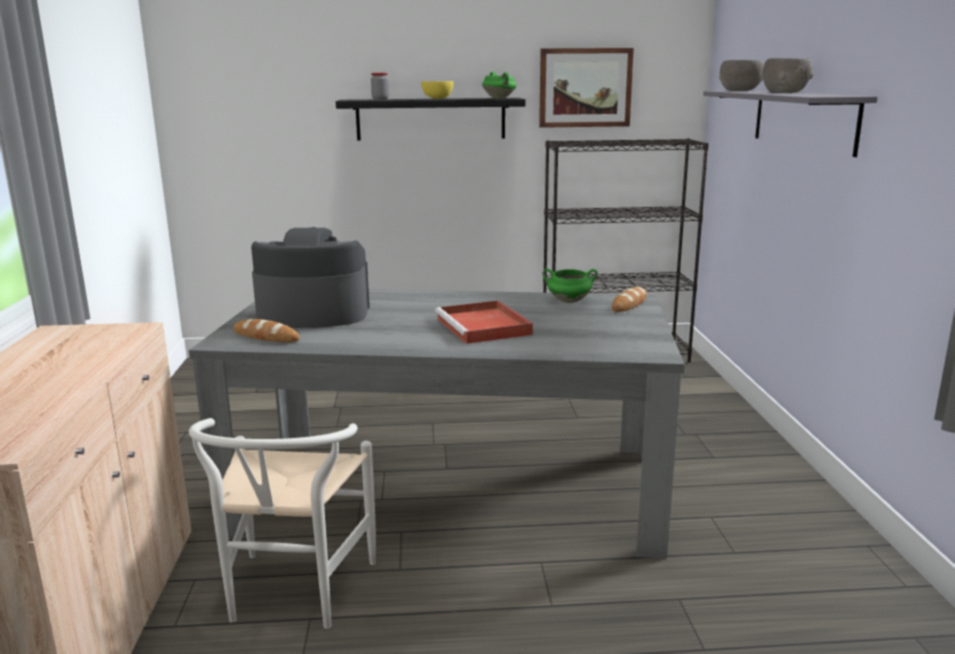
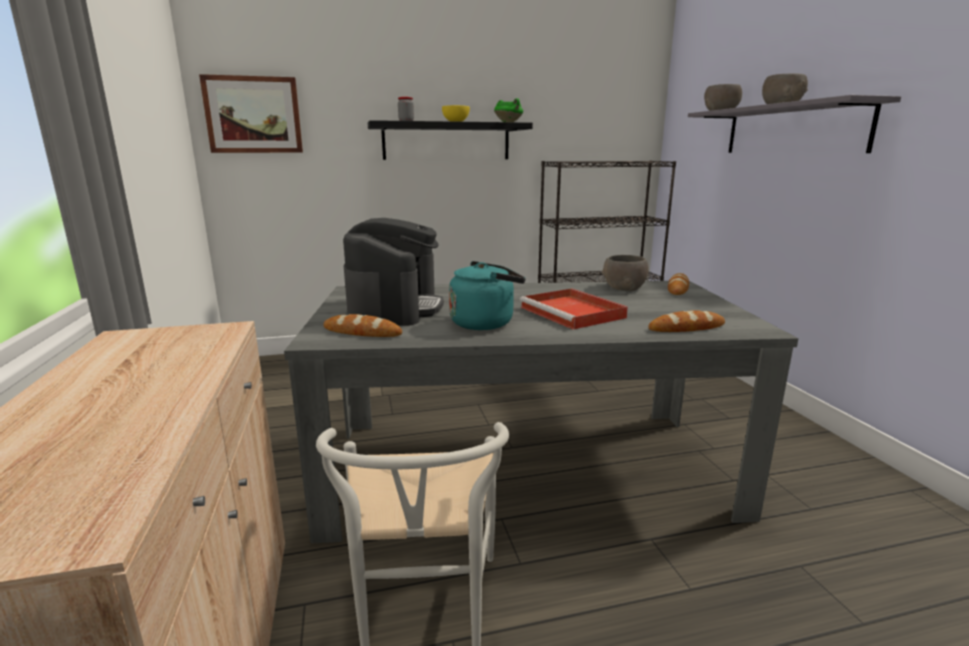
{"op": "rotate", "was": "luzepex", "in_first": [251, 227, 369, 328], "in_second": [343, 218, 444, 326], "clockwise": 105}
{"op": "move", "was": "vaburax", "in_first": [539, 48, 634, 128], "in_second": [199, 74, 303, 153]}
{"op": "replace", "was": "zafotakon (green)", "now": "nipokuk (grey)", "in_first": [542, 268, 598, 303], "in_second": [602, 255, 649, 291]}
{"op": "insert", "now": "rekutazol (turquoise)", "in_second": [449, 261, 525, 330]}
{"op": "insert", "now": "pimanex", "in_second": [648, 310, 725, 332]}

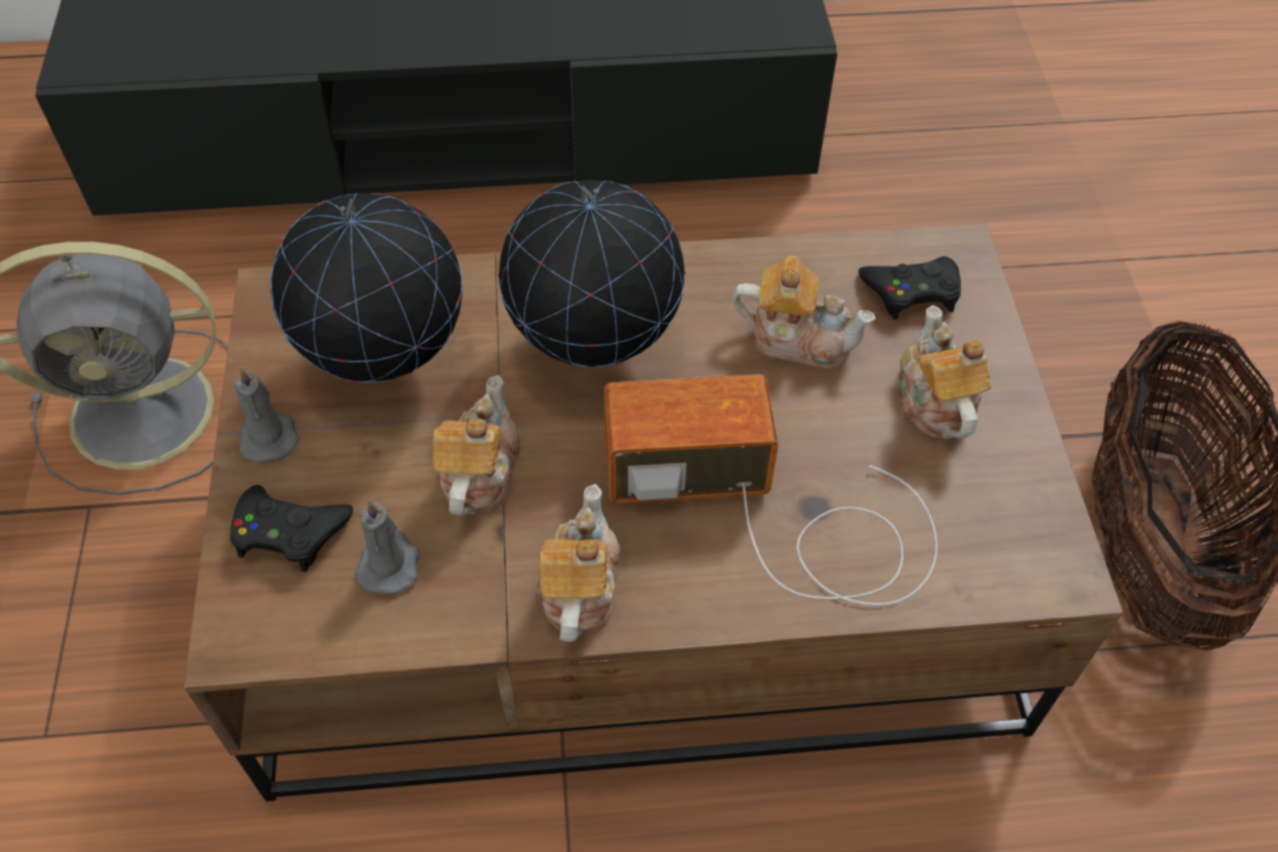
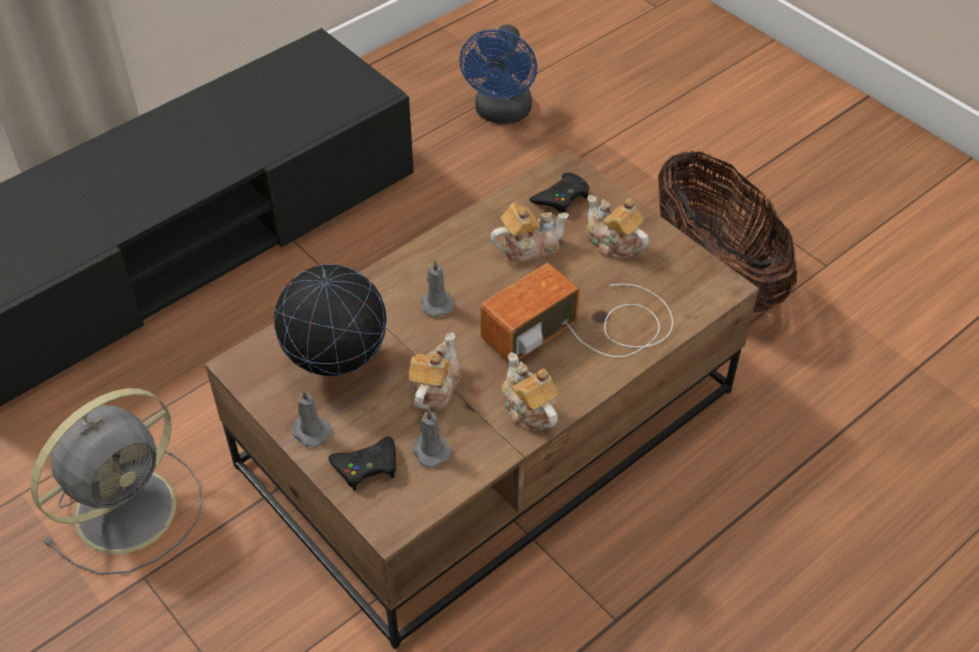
{"op": "rotate", "was": "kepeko", "in_first": [433, 375, 521, 516], "in_second": [409, 332, 461, 411], "clockwise": 45}
{"op": "replace", "was": "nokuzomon", "now": "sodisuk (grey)", "in_first": [498, 180, 686, 368], "in_second": [421, 260, 455, 317]}
{"op": "insert", "now": "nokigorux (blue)", "in_second": [459, 24, 537, 124]}

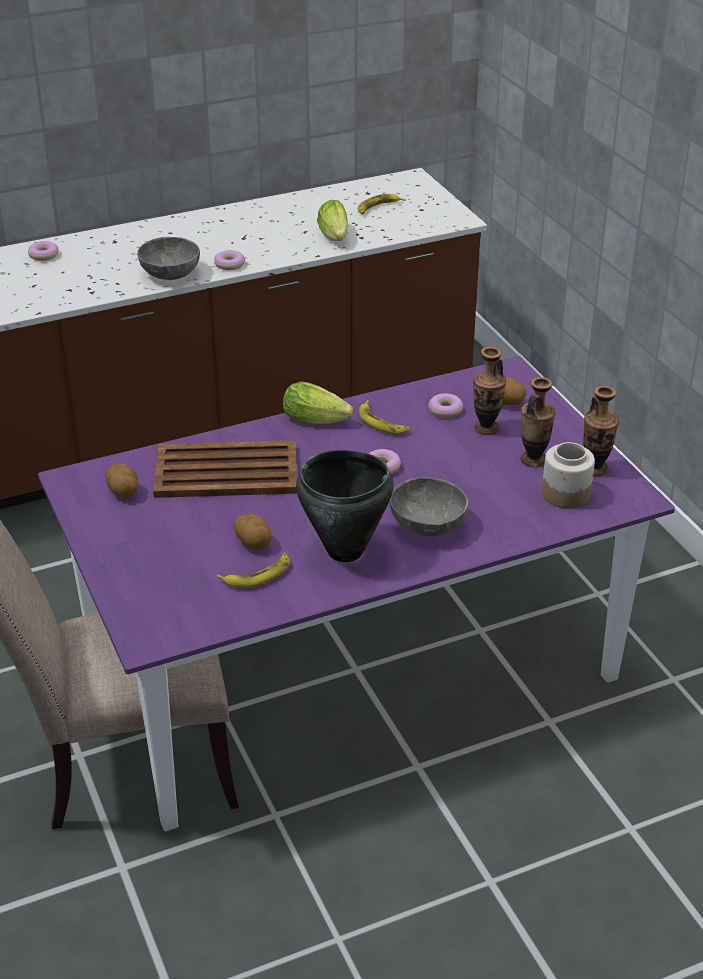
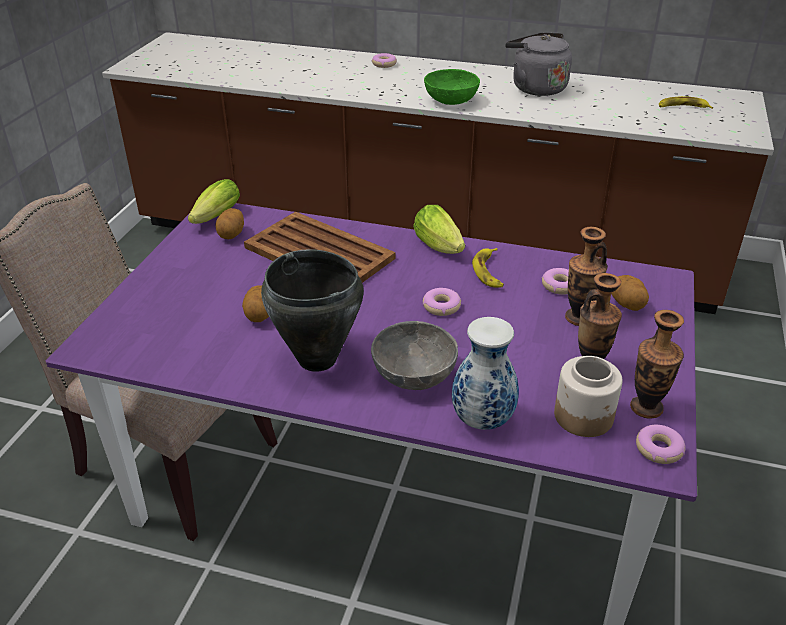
{"op": "recolor", "was": "nipokuk (grey)", "now": "nipokuk (green)", "in_first": [137, 237, 200, 280], "in_second": [424, 69, 480, 105]}
{"op": "move", "was": "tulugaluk", "in_first": [214, 250, 245, 270], "in_second": [636, 425, 685, 464]}
{"op": "delete", "was": "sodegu", "in_first": [217, 553, 290, 588]}
{"op": "move", "was": "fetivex", "in_first": [317, 200, 348, 241], "in_second": [188, 179, 240, 224]}
{"op": "insert", "now": "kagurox", "in_second": [452, 317, 519, 430]}
{"op": "insert", "now": "rekutazol (grey)", "in_second": [505, 32, 572, 96]}

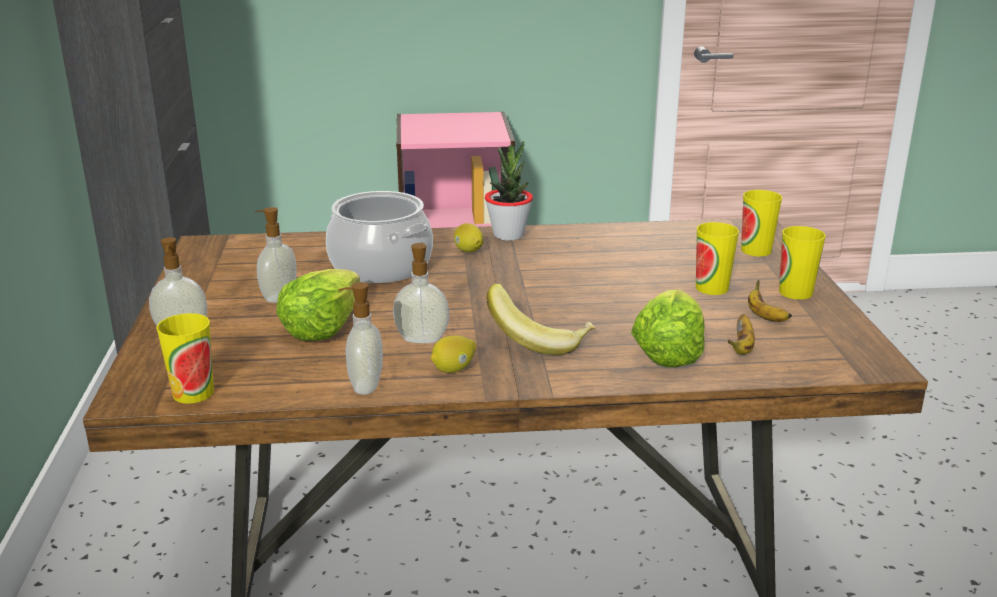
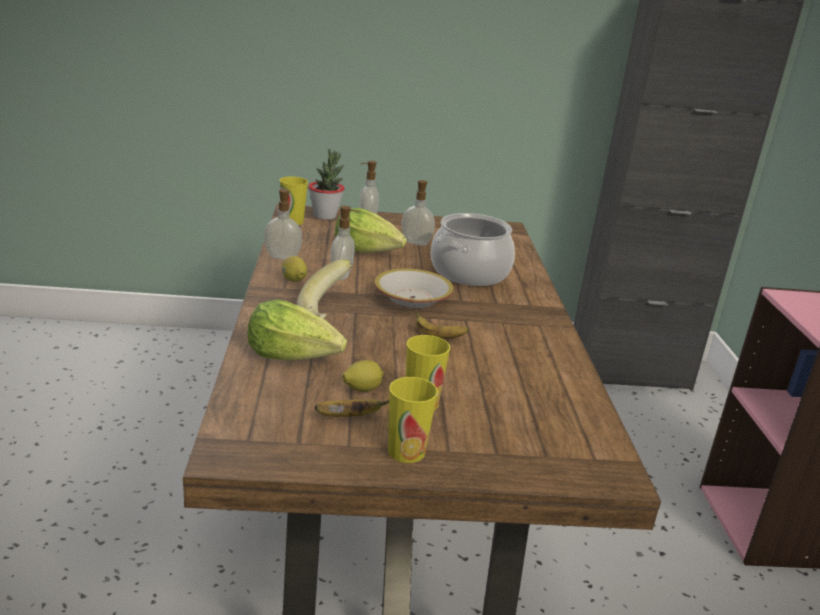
{"op": "move", "was": "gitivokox", "in_first": [454, 223, 483, 252], "in_second": [342, 360, 384, 392]}
{"op": "move", "was": "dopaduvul", "in_first": [485, 141, 533, 241], "in_second": [308, 149, 344, 220]}
{"op": "move", "was": "sodegu", "in_first": [728, 314, 755, 355], "in_second": [415, 308, 469, 338]}
{"op": "delete", "was": "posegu", "in_first": [741, 190, 782, 256]}
{"op": "insert", "now": "nipokuk", "in_second": [374, 268, 454, 309]}

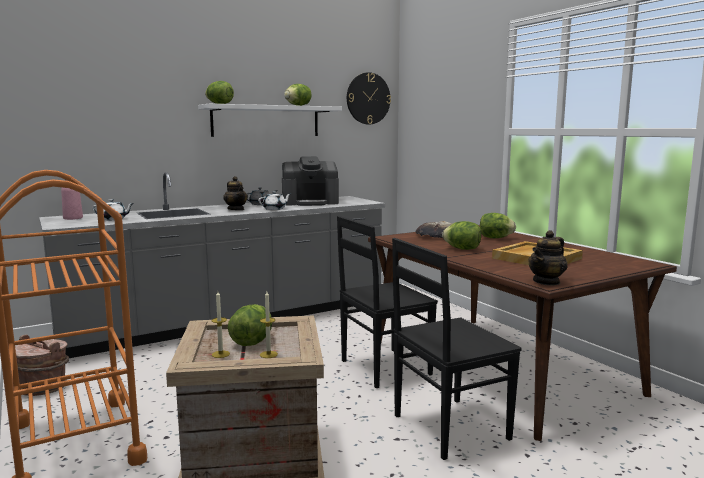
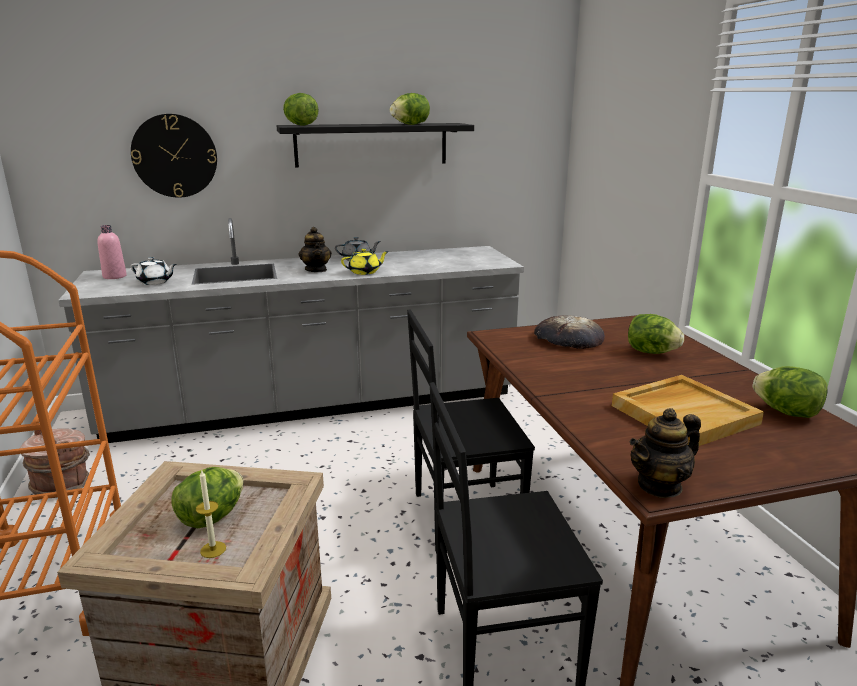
{"op": "recolor", "was": "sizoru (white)", "now": "sizoru (black)", "in_first": [198, 104, 342, 137], "in_second": [276, 123, 474, 168]}
{"op": "delete", "was": "sodisuk", "in_first": [211, 291, 230, 358]}
{"op": "recolor", "was": "kepeko (white)", "now": "kepeko (yellow)", "in_first": [258, 191, 290, 210], "in_second": [341, 248, 389, 275]}
{"op": "delete", "was": "luzepex", "in_first": [282, 156, 339, 206]}
{"op": "move", "was": "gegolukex", "in_first": [347, 72, 391, 124], "in_second": [131, 114, 217, 198]}
{"op": "move", "was": "fetivex", "in_first": [442, 221, 481, 250], "in_second": [752, 366, 827, 418]}

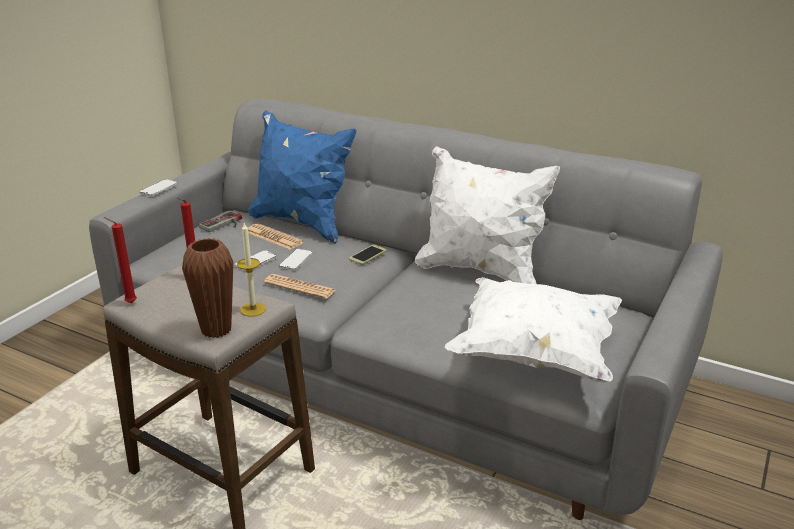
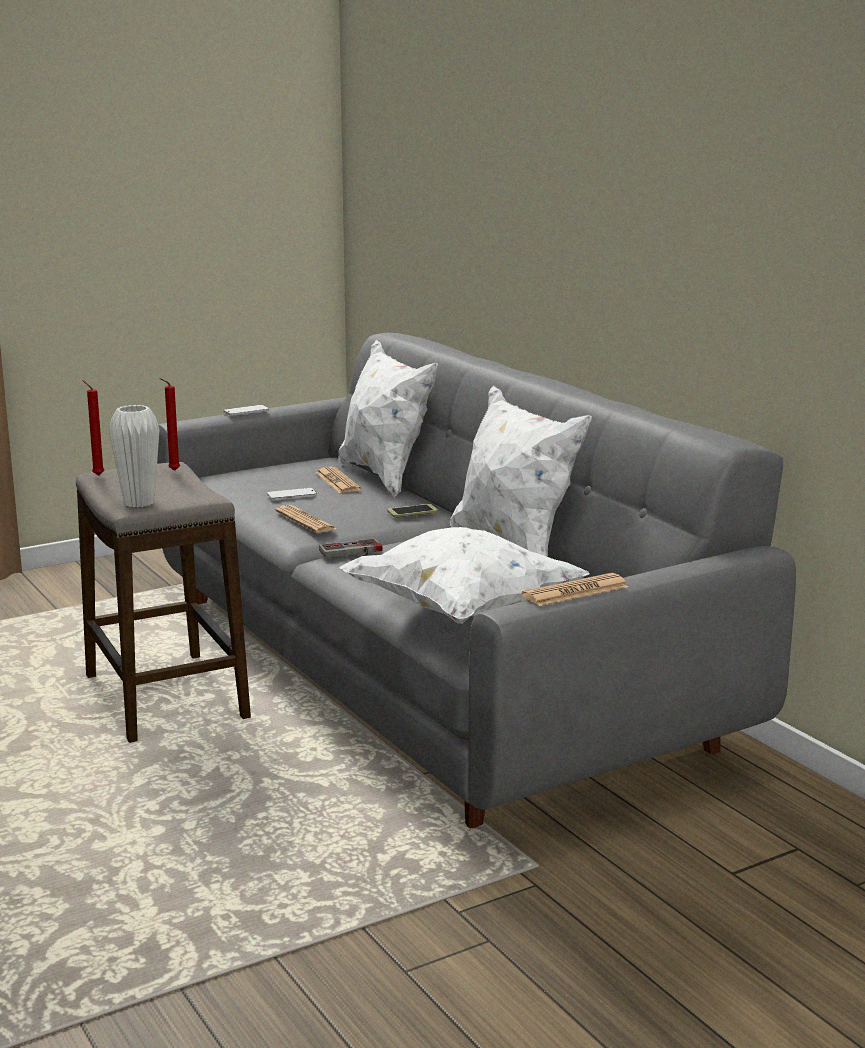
{"op": "recolor", "was": "kagurox (brown)", "now": "kagurox (white)", "in_first": [182, 238, 233, 338], "in_second": [109, 405, 159, 508]}
{"op": "move", "was": "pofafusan", "in_first": [199, 211, 242, 232], "in_second": [319, 538, 382, 558]}
{"op": "delete", "was": "sodisuk", "in_first": [237, 223, 266, 317]}
{"op": "recolor", "was": "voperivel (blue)", "now": "voperivel (white)", "in_first": [248, 110, 357, 244], "in_second": [338, 339, 438, 498]}
{"op": "delete", "was": "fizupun", "in_first": [279, 249, 313, 270]}
{"op": "insert", "now": "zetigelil", "in_second": [522, 573, 628, 606]}

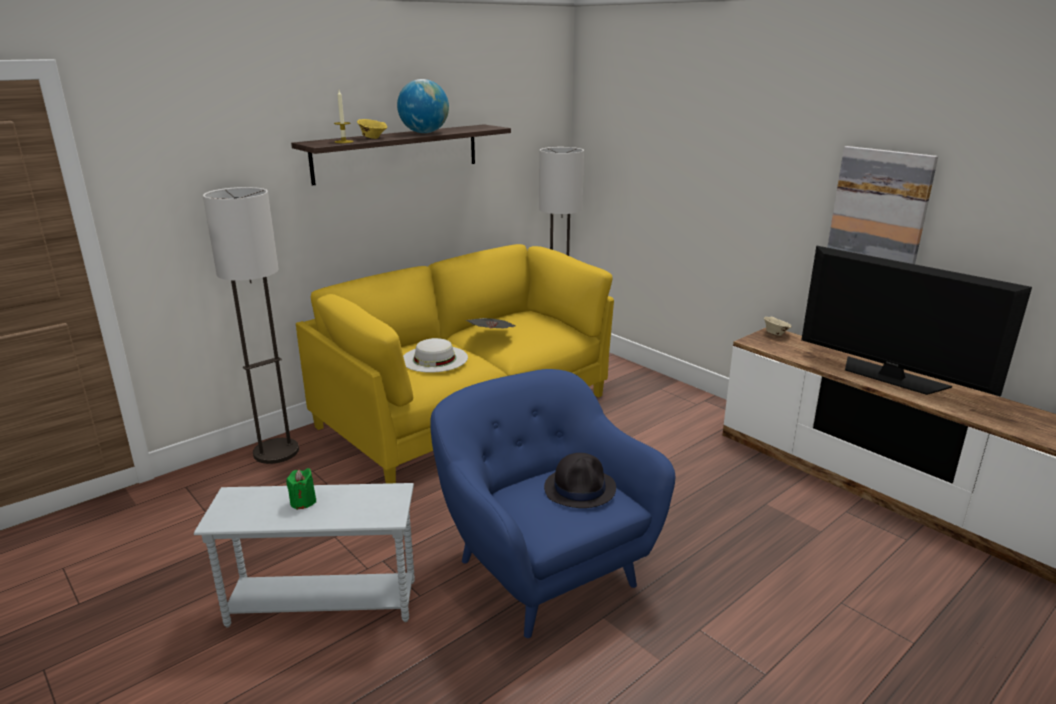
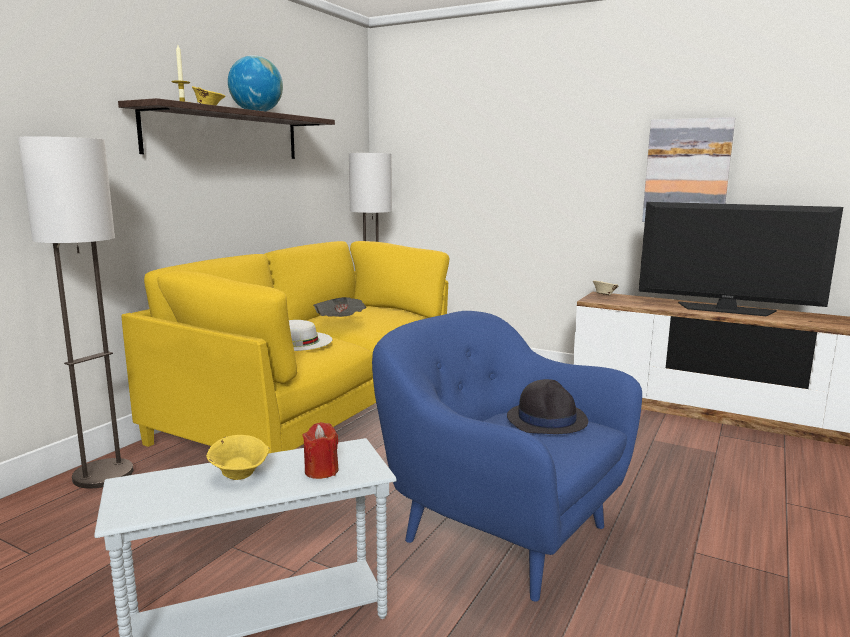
{"op": "replace", "was": "sodisuk (green)", "now": "nipokuk (yellow)", "in_first": [287, 468, 316, 510], "in_second": [206, 435, 270, 480]}
{"op": "insert", "now": "sodisuk (red)", "in_second": [302, 422, 339, 479]}

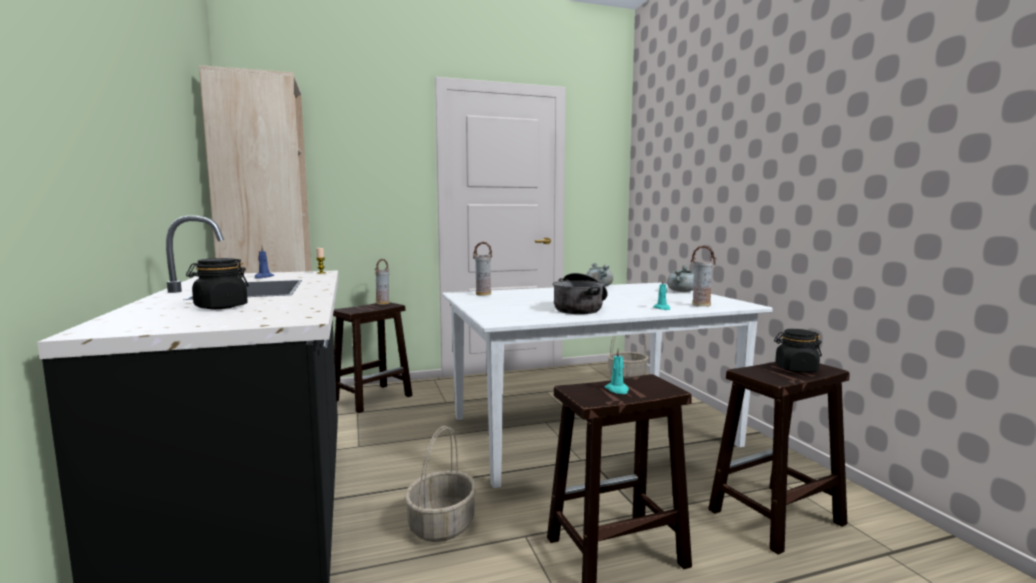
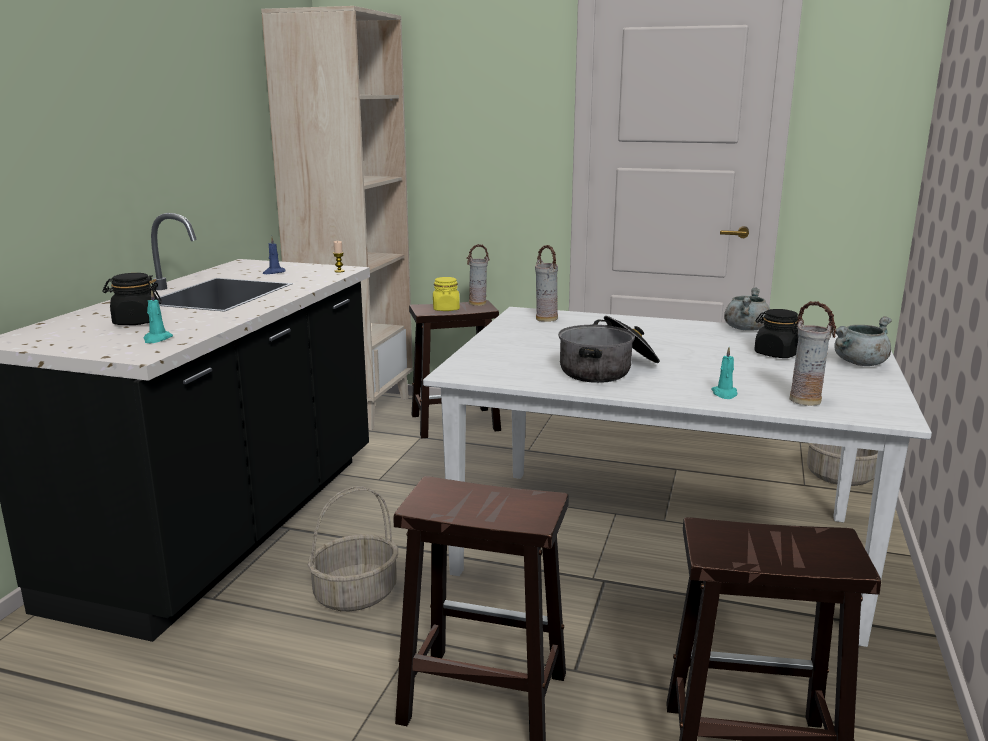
{"op": "move", "was": "sodisuk (turquoise)", "in_first": [605, 348, 629, 394], "in_second": [143, 290, 173, 343]}
{"op": "move", "was": "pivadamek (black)", "in_first": [774, 329, 822, 372], "in_second": [754, 309, 804, 358]}
{"op": "insert", "now": "pivadamek (yellow)", "in_second": [433, 277, 460, 311]}

